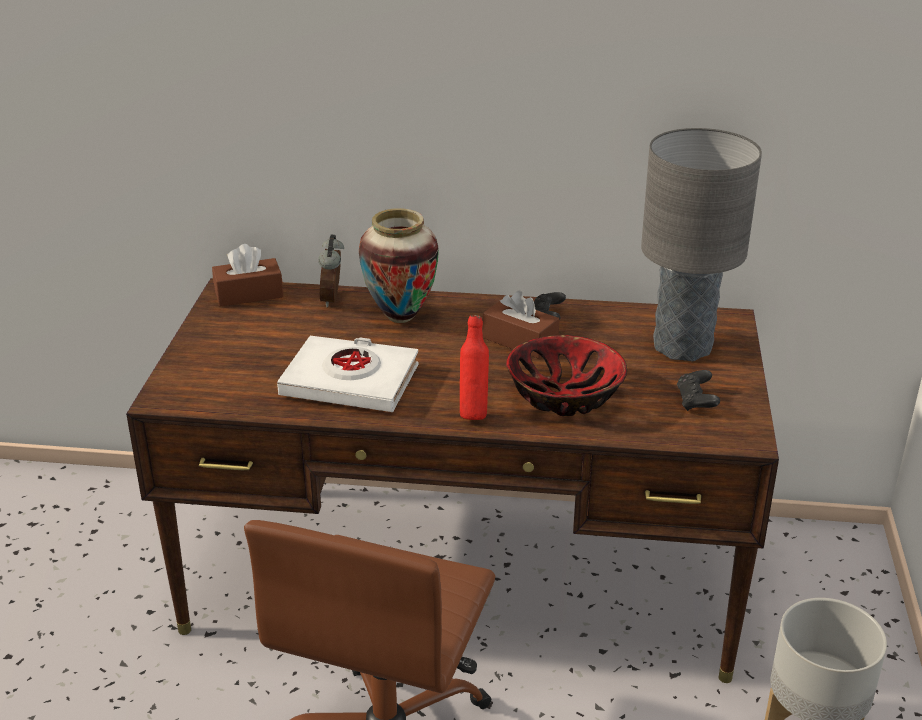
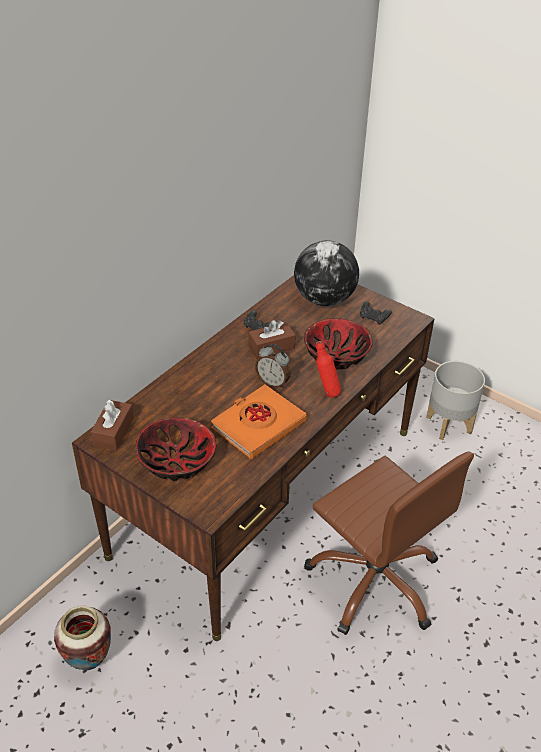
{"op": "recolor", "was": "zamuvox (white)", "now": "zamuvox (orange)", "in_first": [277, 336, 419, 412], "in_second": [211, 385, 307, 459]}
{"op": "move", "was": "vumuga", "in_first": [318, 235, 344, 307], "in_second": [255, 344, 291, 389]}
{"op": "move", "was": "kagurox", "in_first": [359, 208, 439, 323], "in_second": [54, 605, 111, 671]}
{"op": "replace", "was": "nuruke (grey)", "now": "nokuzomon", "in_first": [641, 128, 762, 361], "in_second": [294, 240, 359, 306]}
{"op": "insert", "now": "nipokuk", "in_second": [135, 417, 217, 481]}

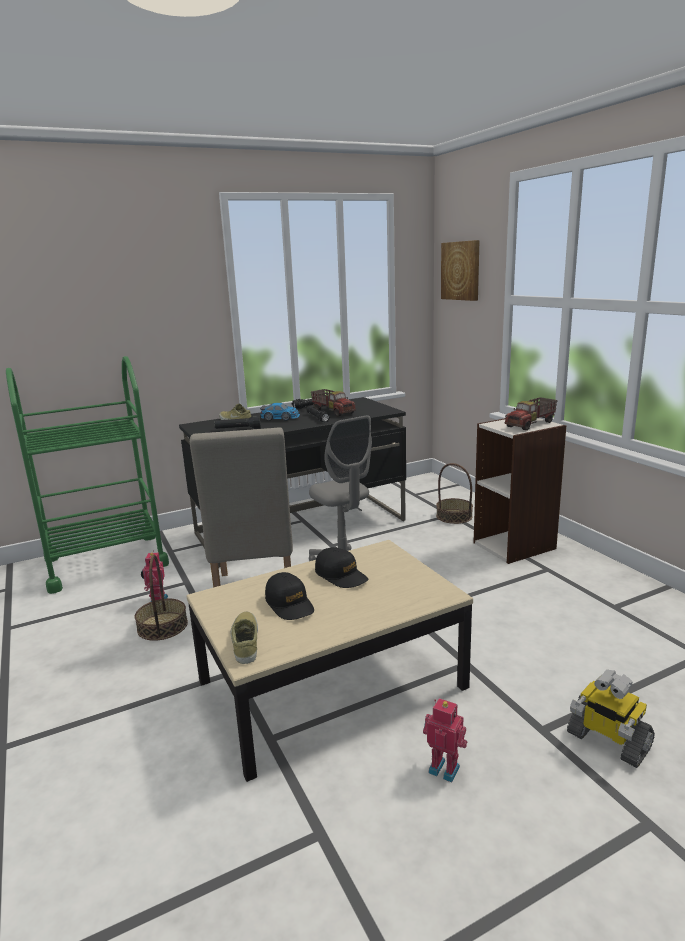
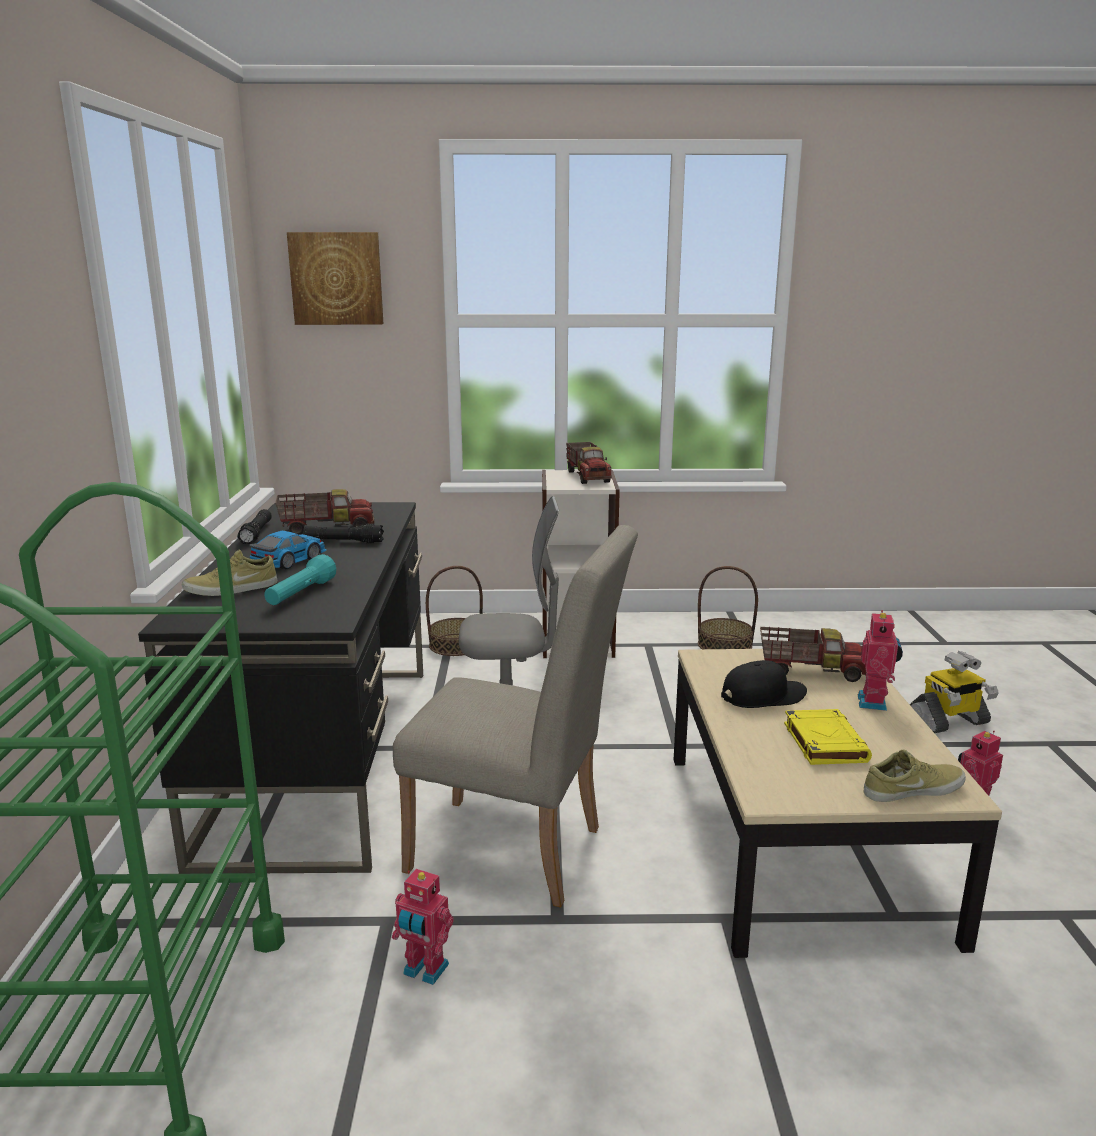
{"op": "move", "was": "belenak", "in_first": [135, 555, 188, 641], "in_second": [698, 566, 758, 649]}
{"op": "recolor", "was": "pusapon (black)", "now": "pusapon (turquoise)", "in_first": [214, 415, 261, 429], "in_second": [264, 554, 336, 605]}
{"op": "rotate", "was": "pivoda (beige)", "in_first": [230, 612, 258, 664], "in_second": [864, 750, 966, 802], "clockwise": 150}
{"op": "replace", "was": "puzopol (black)", "now": "zamuvox (yellow)", "in_first": [265, 572, 314, 620], "in_second": [784, 709, 872, 765]}
{"op": "insert", "now": "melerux", "in_second": [760, 627, 866, 682]}
{"op": "insert", "now": "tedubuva", "in_second": [858, 610, 903, 711]}

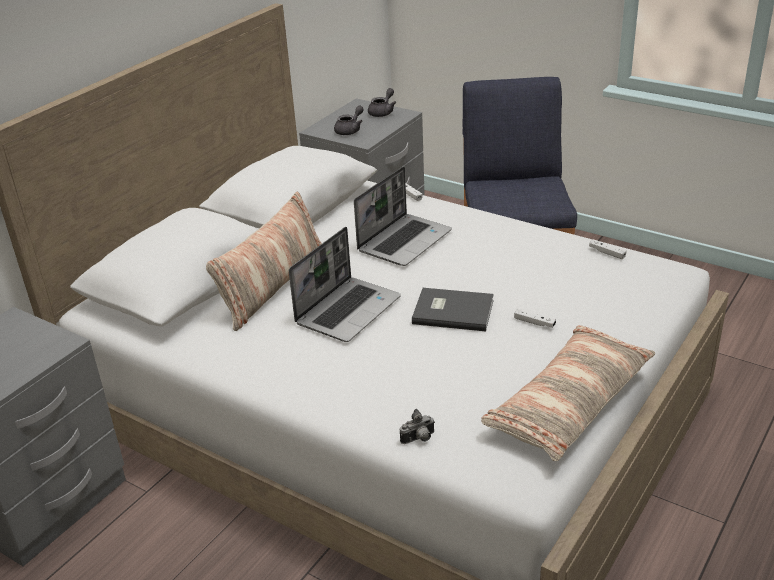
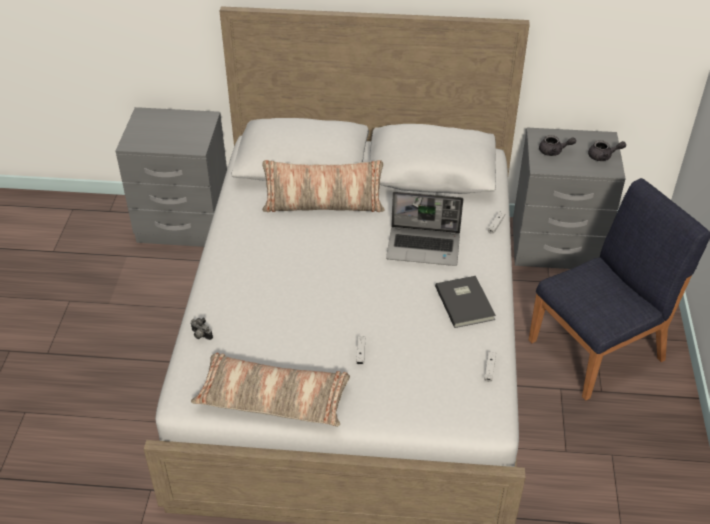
{"op": "delete", "was": "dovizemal", "in_first": [289, 227, 401, 342]}
{"op": "move", "was": "zamuvox (grey)", "in_first": [412, 288, 494, 332], "in_second": [435, 276, 496, 328]}

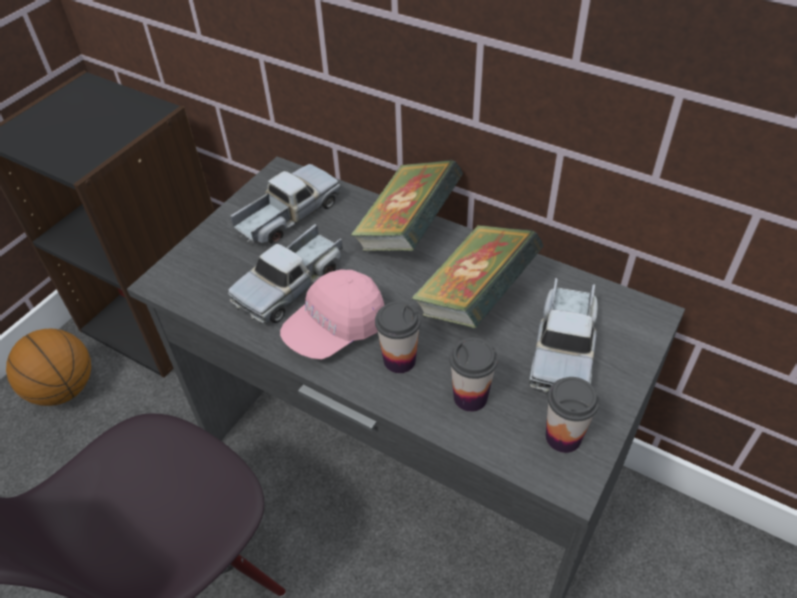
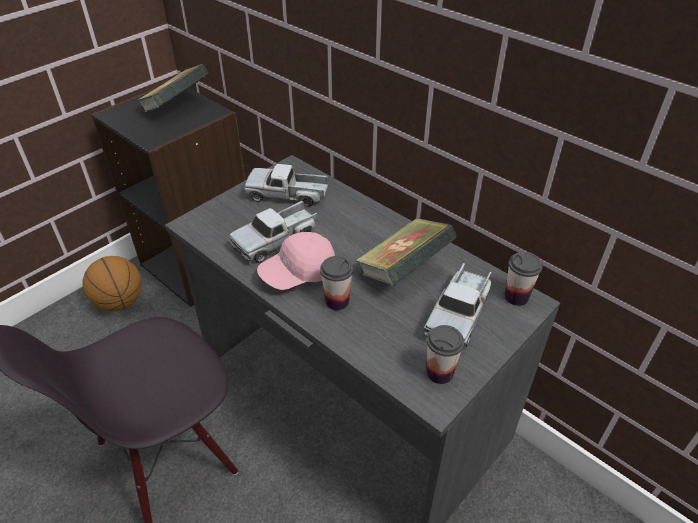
{"op": "rotate", "was": "melerux", "in_first": [230, 164, 340, 244], "in_second": [244, 164, 328, 206], "clockwise": -135}
{"op": "move", "was": "zamuvox", "in_first": [350, 160, 463, 251], "in_second": [136, 64, 209, 113]}
{"op": "move", "was": "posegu", "in_first": [449, 338, 498, 412], "in_second": [505, 252, 542, 306]}

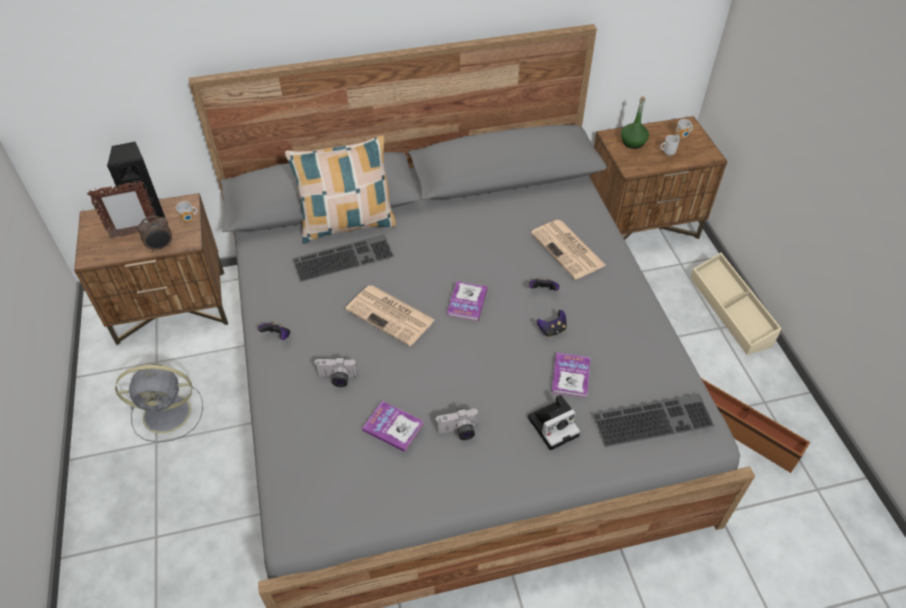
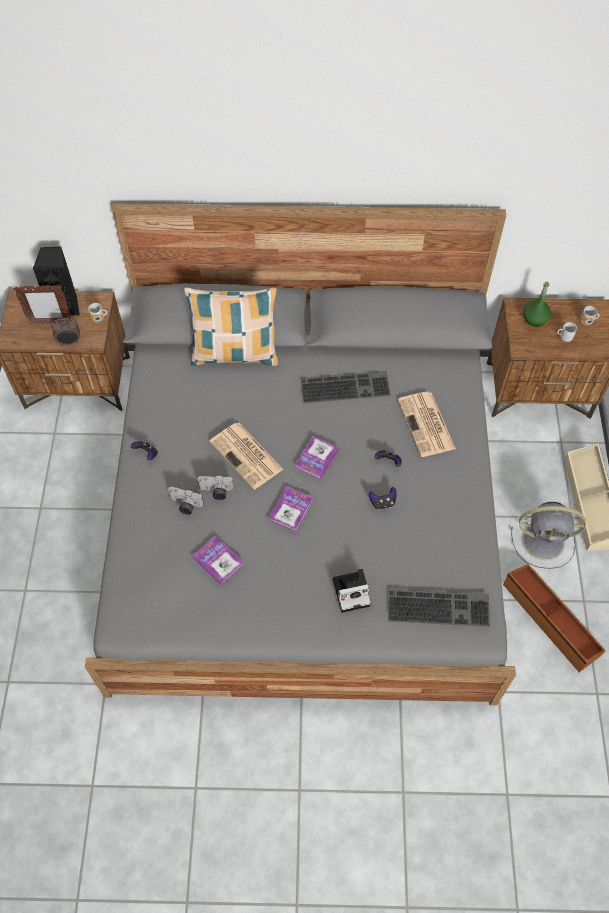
{"op": "move", "was": "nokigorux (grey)", "in_first": [115, 364, 203, 442], "in_second": [510, 502, 586, 569]}
{"op": "move", "was": "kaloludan", "in_first": [292, 234, 394, 282], "in_second": [300, 371, 391, 403]}
{"op": "move", "was": "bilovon", "in_first": [436, 408, 478, 440], "in_second": [197, 474, 234, 500]}
{"op": "move", "was": "zamuvox", "in_first": [551, 353, 590, 398], "in_second": [269, 486, 313, 531]}

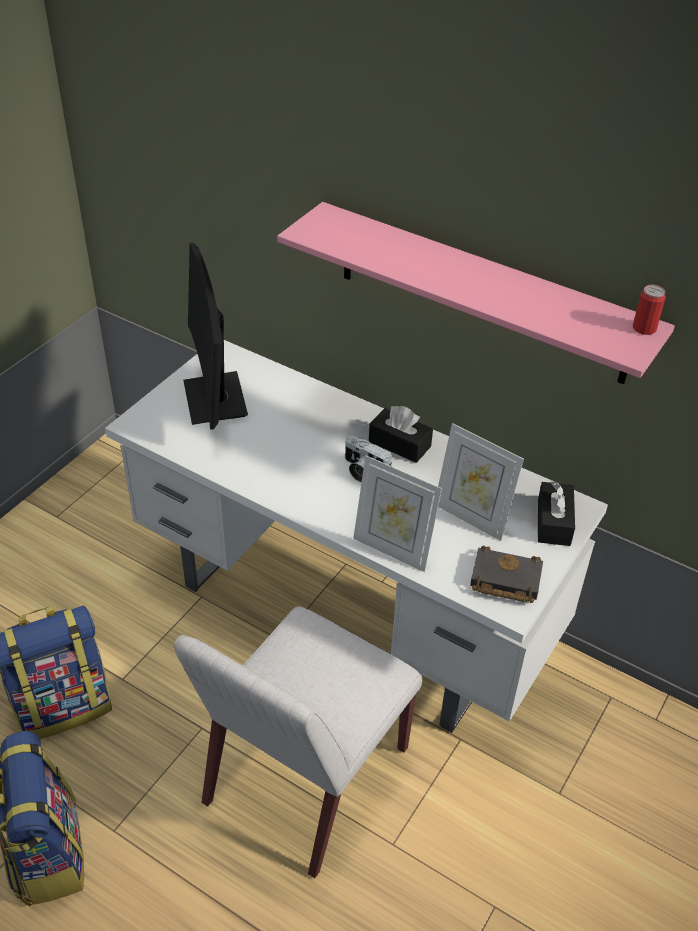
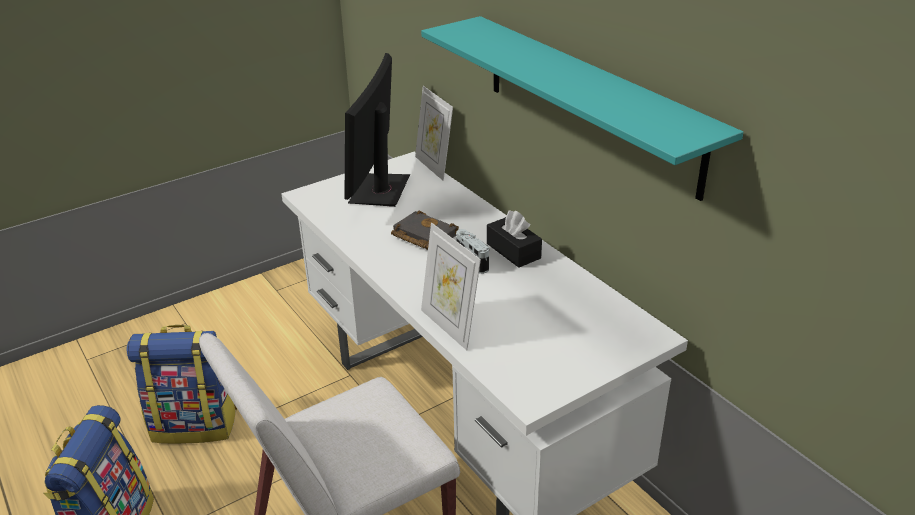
{"op": "recolor", "was": "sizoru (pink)", "now": "sizoru (turquoise)", "in_first": [277, 202, 675, 384], "in_second": [421, 16, 743, 201]}
{"op": "move", "was": "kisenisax", "in_first": [438, 423, 524, 541], "in_second": [415, 86, 453, 181]}
{"op": "move", "was": "zamuvox (black)", "in_first": [470, 546, 543, 603], "in_second": [391, 211, 459, 250]}
{"op": "delete", "was": "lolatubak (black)", "in_first": [538, 481, 575, 546]}
{"op": "delete", "was": "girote", "in_first": [633, 285, 666, 335]}

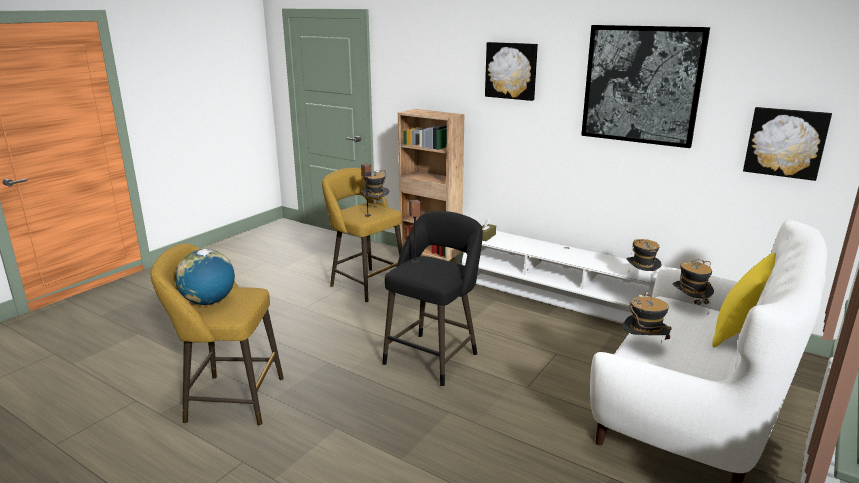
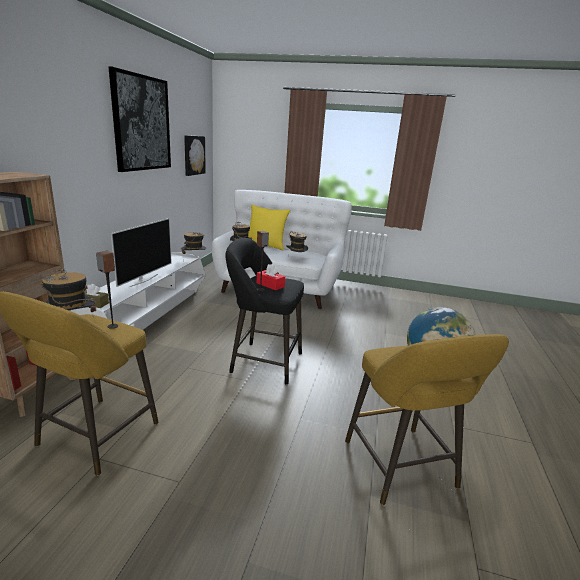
{"op": "delete", "was": "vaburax", "in_first": [485, 42, 538, 101]}
{"op": "insert", "now": "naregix", "in_second": [111, 218, 172, 287]}
{"op": "insert", "now": "lolatubak (red)", "in_second": [257, 264, 285, 290]}

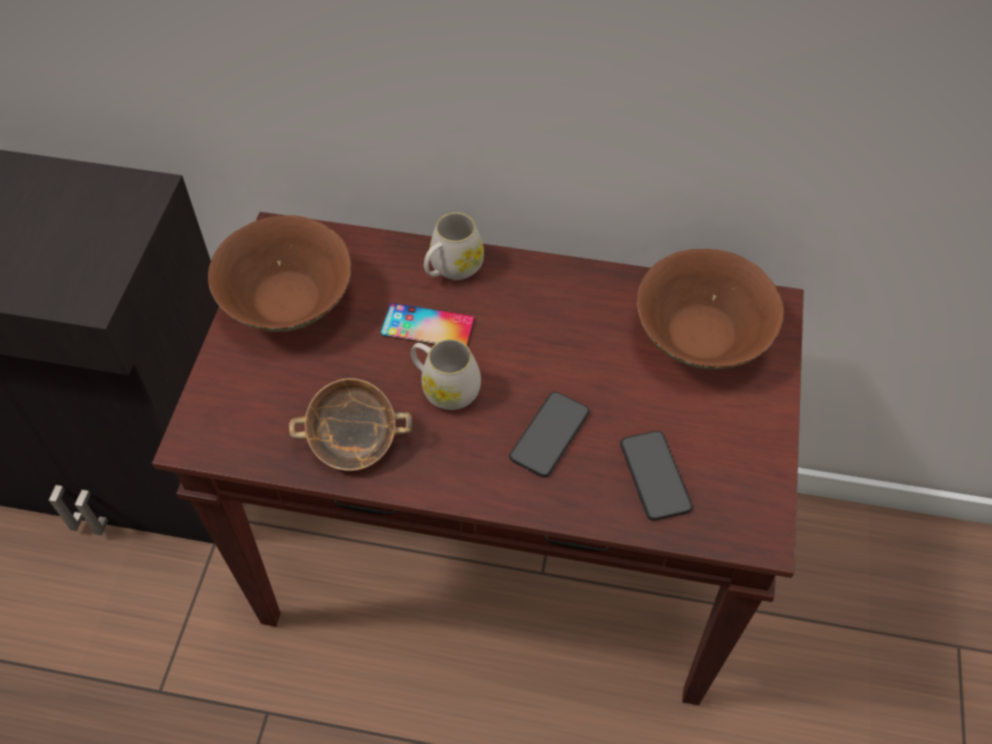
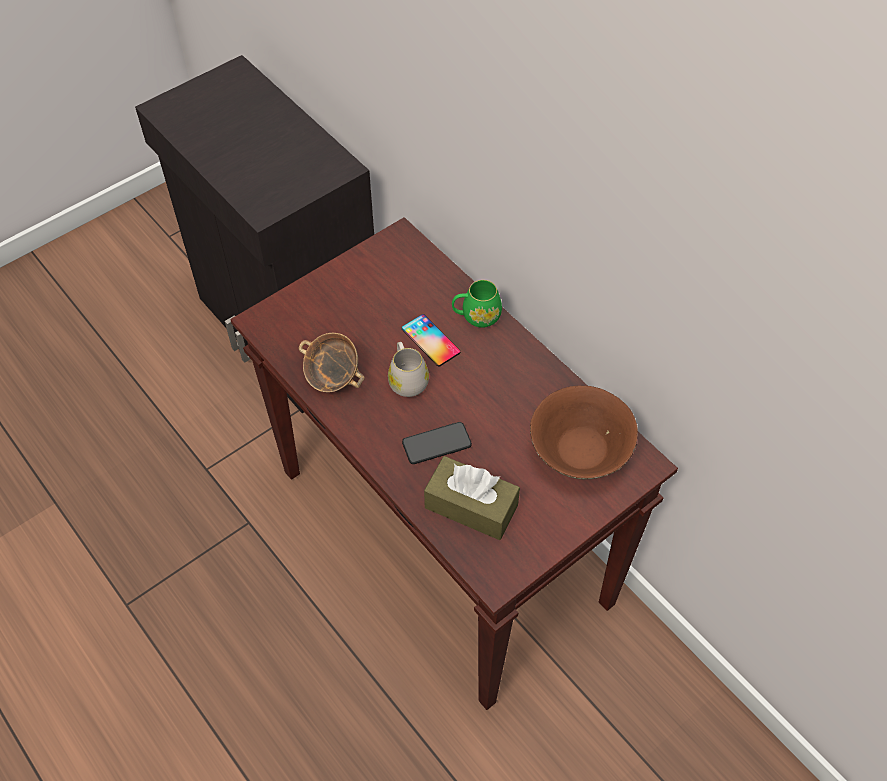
{"op": "delete", "was": "nipokuk (brown)", "in_first": [208, 215, 351, 332]}
{"op": "recolor", "was": "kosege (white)", "now": "kosege (green)", "in_first": [424, 213, 484, 280], "in_second": [452, 280, 502, 328]}
{"op": "replace", "was": "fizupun", "now": "lolatubak (brown)", "in_first": [620, 431, 692, 521], "in_second": [424, 456, 520, 540]}

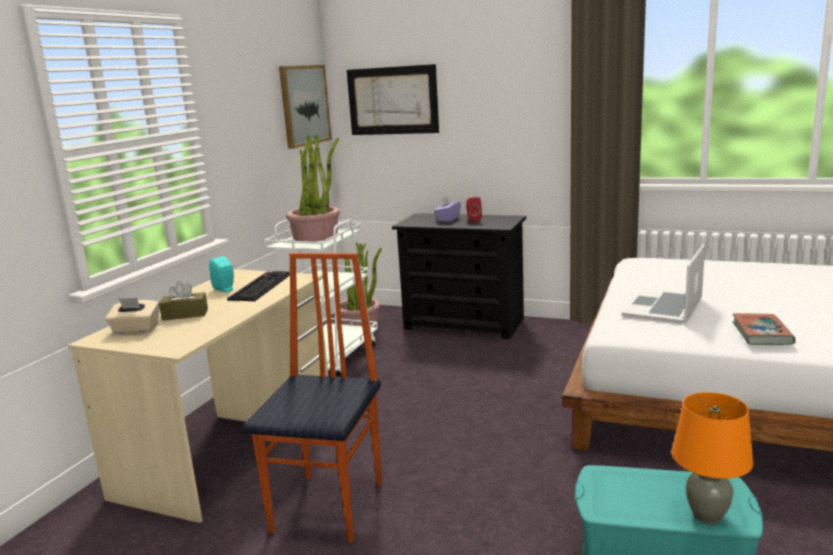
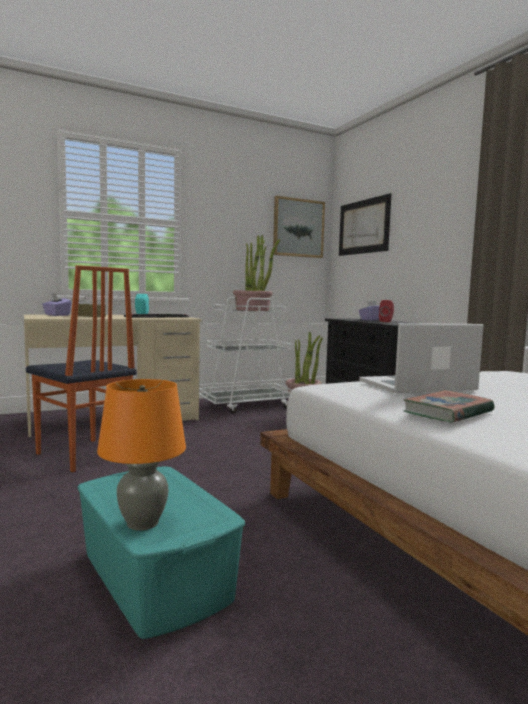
{"op": "recolor", "was": "lolatubak (beige)", "now": "lolatubak (purple)", "in_first": [105, 298, 160, 334], "in_second": [42, 293, 72, 316]}
{"op": "rotate", "was": "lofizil", "in_first": [242, 253, 382, 543], "in_second": [26, 265, 137, 472], "clockwise": 75}

